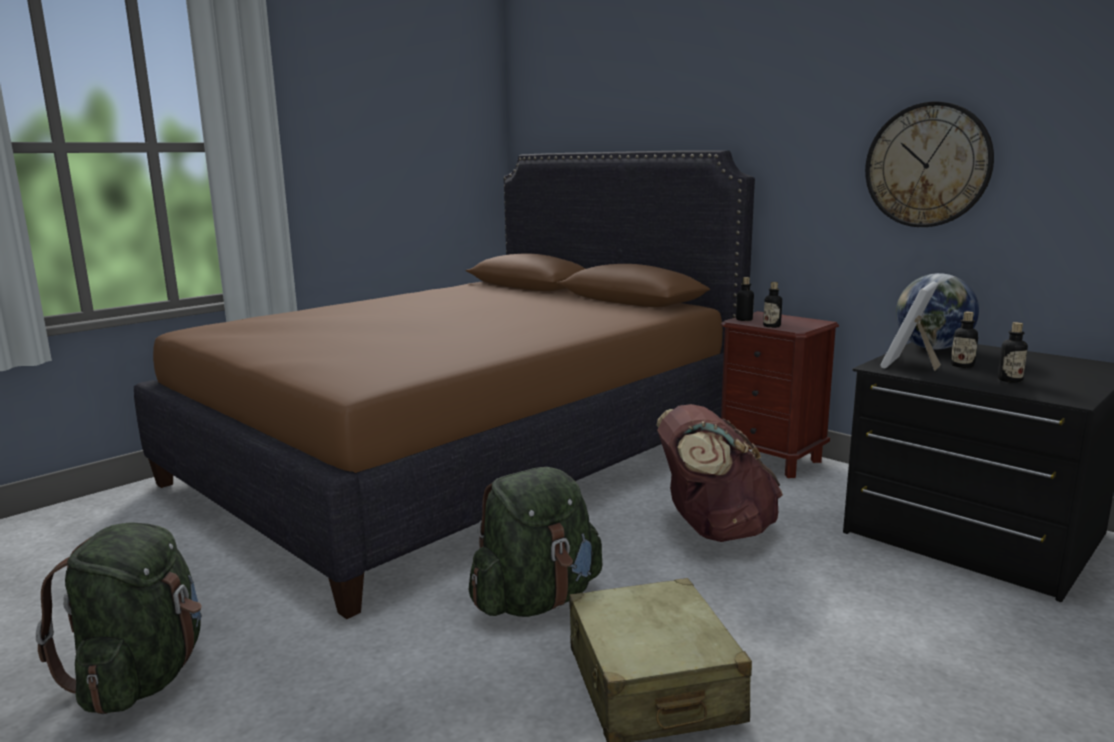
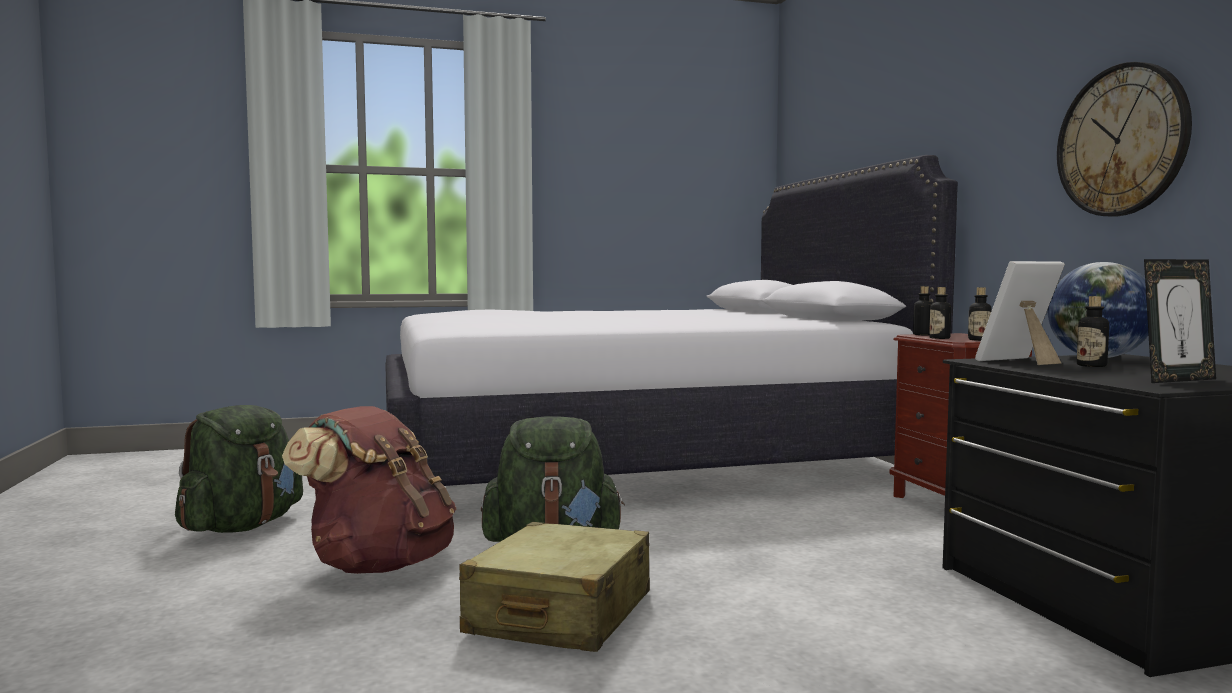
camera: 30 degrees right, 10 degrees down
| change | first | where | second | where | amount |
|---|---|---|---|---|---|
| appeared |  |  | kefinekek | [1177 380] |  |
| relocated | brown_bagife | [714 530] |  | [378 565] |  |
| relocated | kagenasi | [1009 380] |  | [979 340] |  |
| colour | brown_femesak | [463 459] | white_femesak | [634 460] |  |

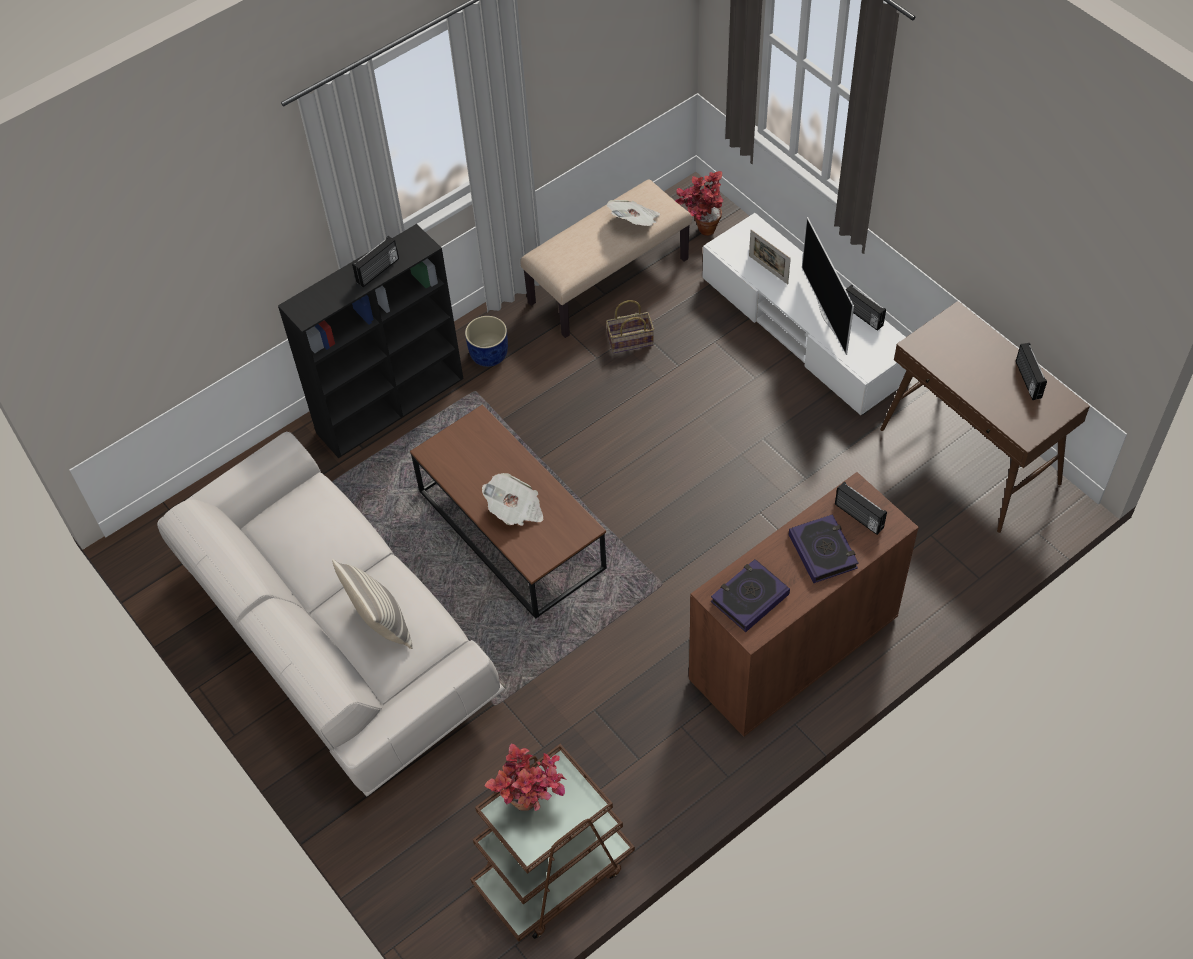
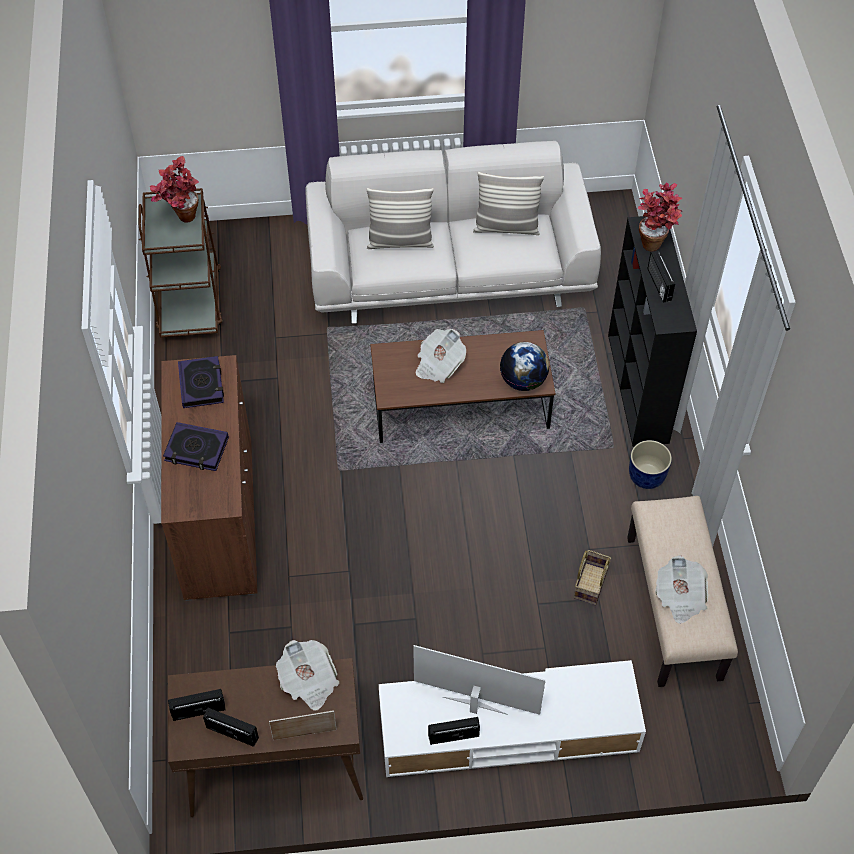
camera: 120 degrees right, 0 degrees up
| change | first | where | second | where | amount |
|---|---|---|---|---|---|
| appeared |  |  | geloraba | [309 682] |  |
| appeared |  |  | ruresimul | [506 227] |  |
| appeared |  |  | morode | [523 381] |  |
| relocated | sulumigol | [700 229] |  | [655 241] |  |
| relocated | kefinekek | [768 270] |  | [304 734] |  |
| relocated | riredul | [858 517] |  | [198 710] |  |

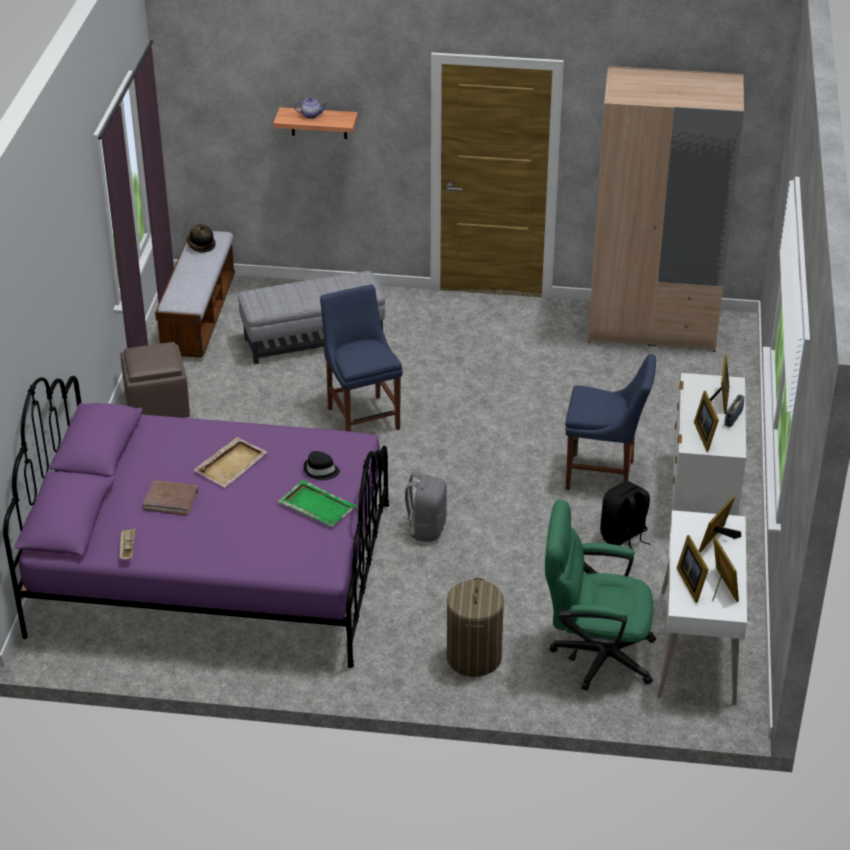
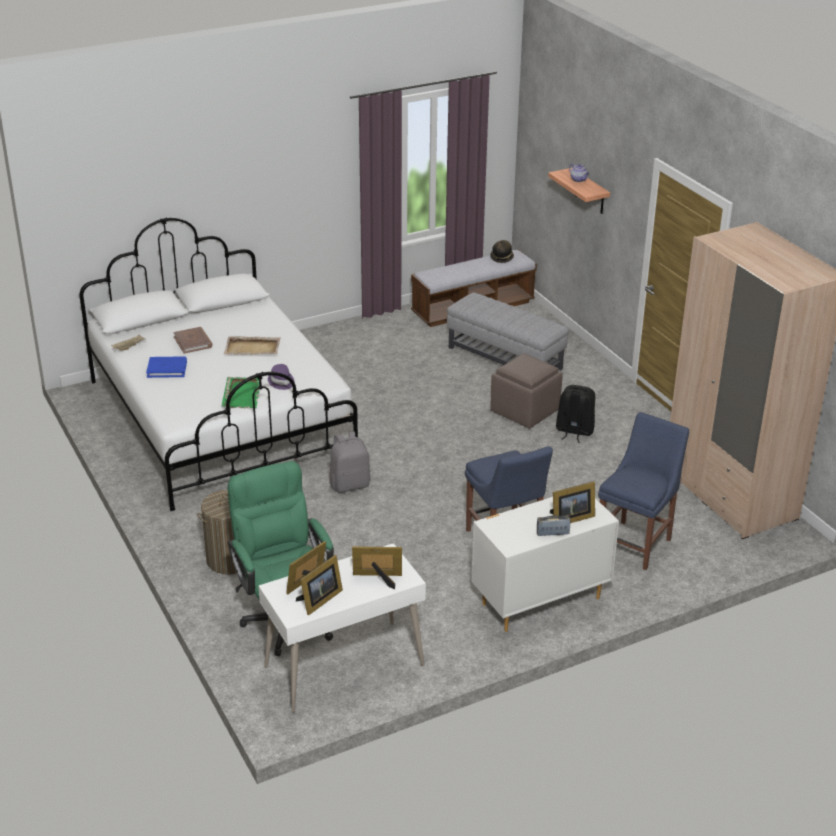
camera: 55 degrees right, 5 degrees down
| change | first | where | second | where | amount |
|---|---|---|---|---|---|
| missing | kefinekek | [706 435] |  |  |  |
| appeared |  |  | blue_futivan | [167 369] |  |
| relocated | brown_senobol | [157 406] |  | [524 411] |  |
| relocated | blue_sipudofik | [362 416] |  | [636 543] |  |
| relocated | black_bagife | [624 537] |  | [574 431] |  |
| colour | purple_femesak | [213 568] | white_femesak | [220 419] |  |
| colour | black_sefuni | [321 471] | purple_sefuni | [281 382] |  |

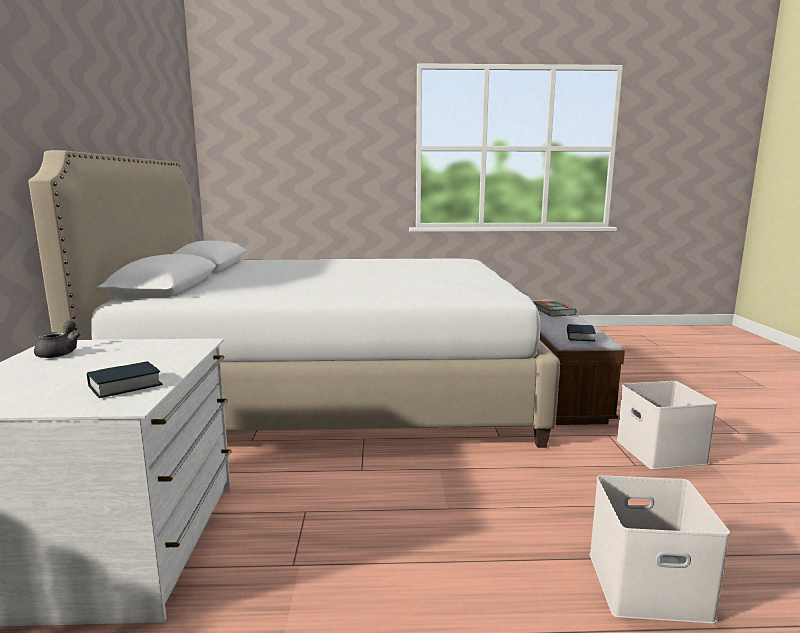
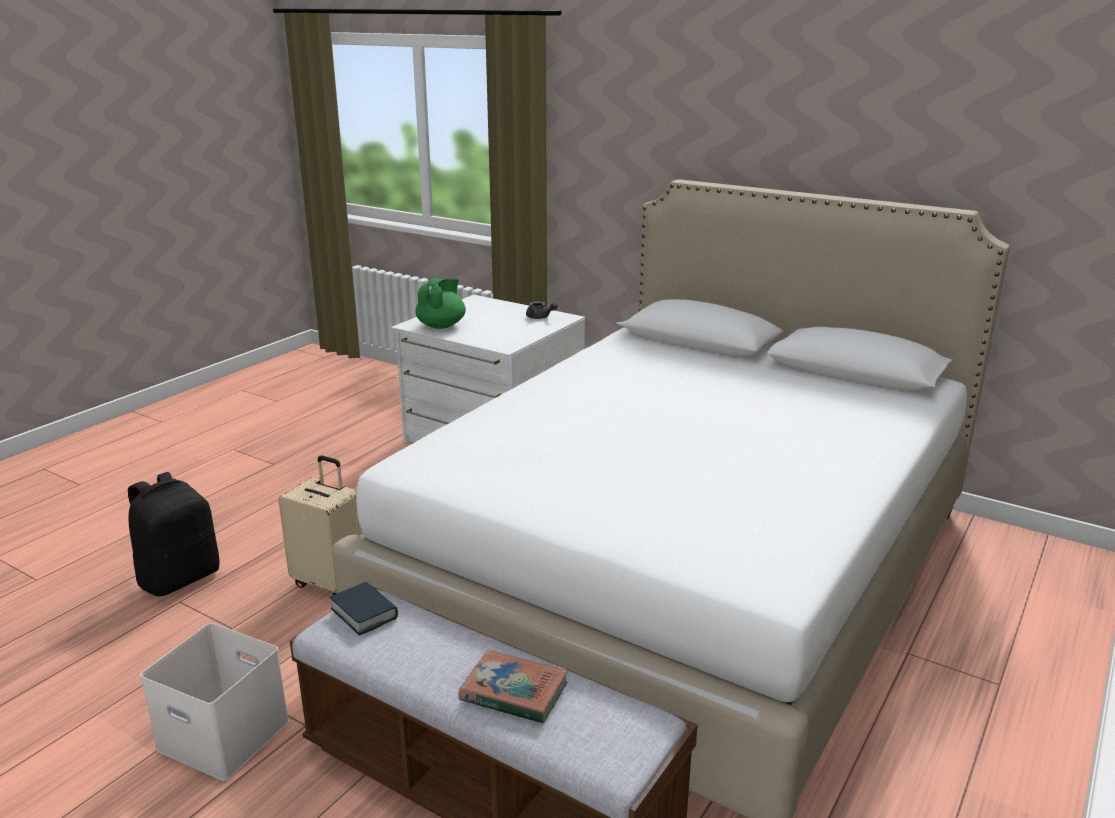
camera: 125 degrees right, 10 degrees up
| change | first | where | second | where | amount |
|---|---|---|---|---|---|
| appeared |  |  | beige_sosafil | [331 582] |  |
| exchanged | futivan | [125 386] | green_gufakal | [441 325] |  |
| exchanged | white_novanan | [646 586] | black_bagife | [180 578] |  |

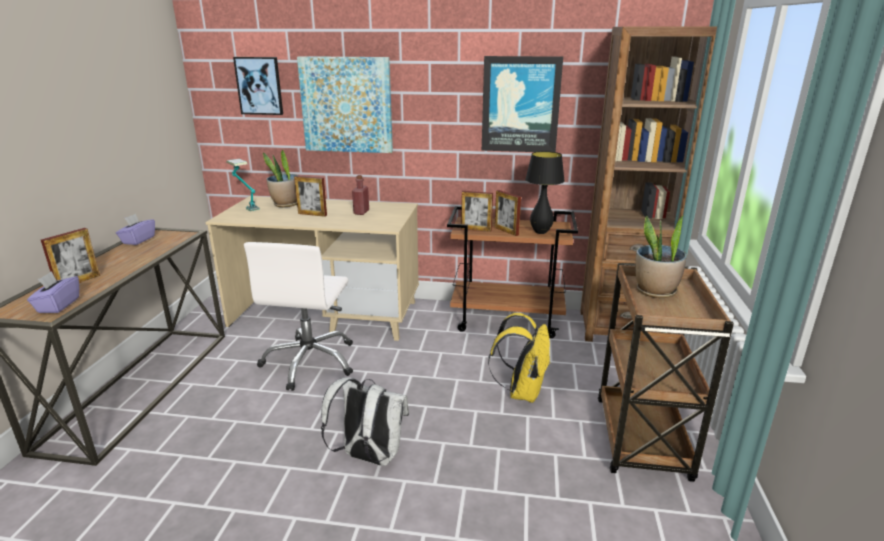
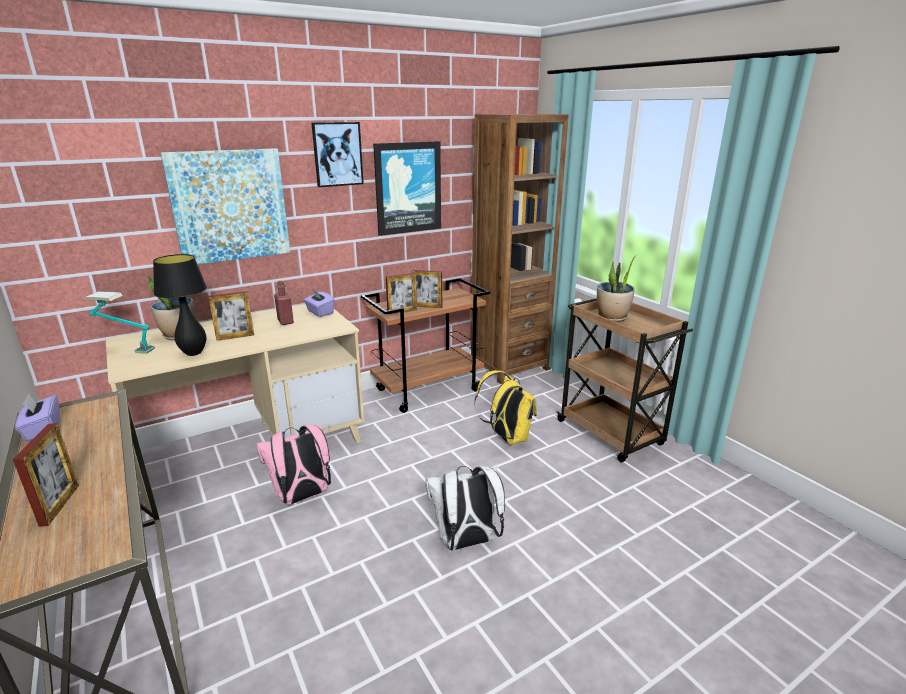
camera: 40 degrees left, 0 degrees up
| change | first | where | second | where | amount |
|---|---|---|---|---|---|
| relocated | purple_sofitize | [58 305] |  | [320 312] |  |
| relocated | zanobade | [259 86] |  | [337 154] |  |
| relocated | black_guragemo | [540 232] |  | [194 353] |  |
| exchanged | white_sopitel | [310 362] | pink_bagife | [302 497] |  |

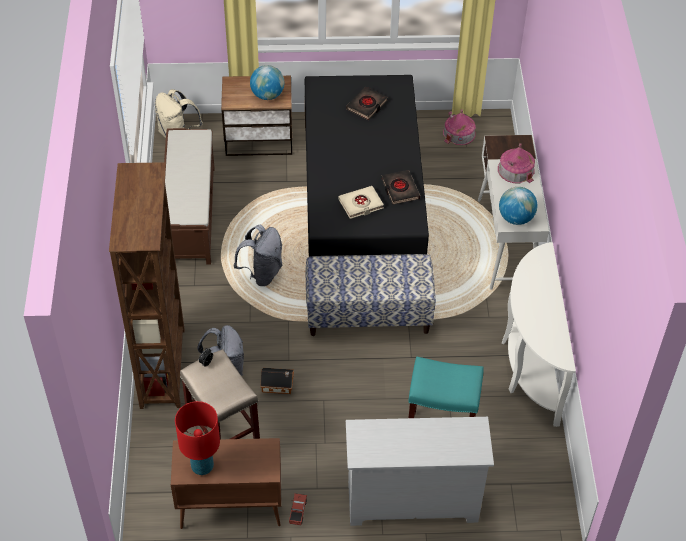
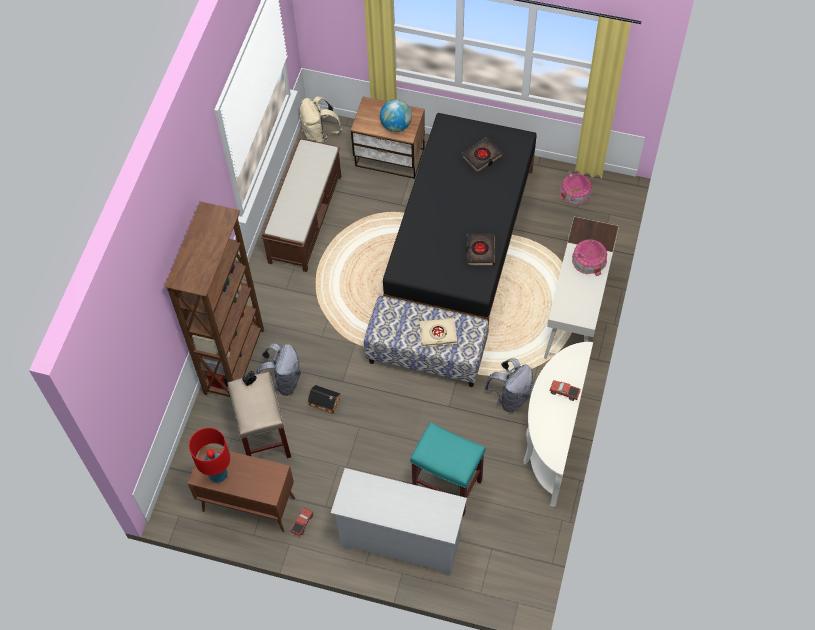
camera: 20 degrees right, 10 degrees up
| change | first | where | second | where | amount |
|---|---|---|---|---|---|
| missing | morode | [515 218] |  |  |  |
| appeared |  |  | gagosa | [564 392] |  |
| relocated | grey_bagife | [262 273] |  | [510 397] |  |
| relocated | beige_futivan | [361 204] |  | [438 334] |  |

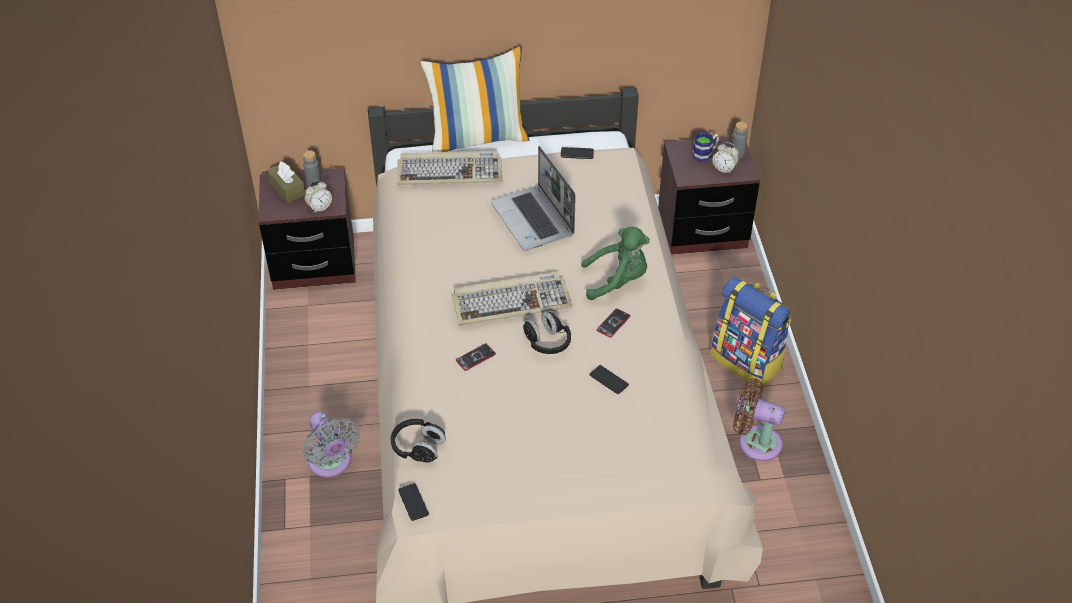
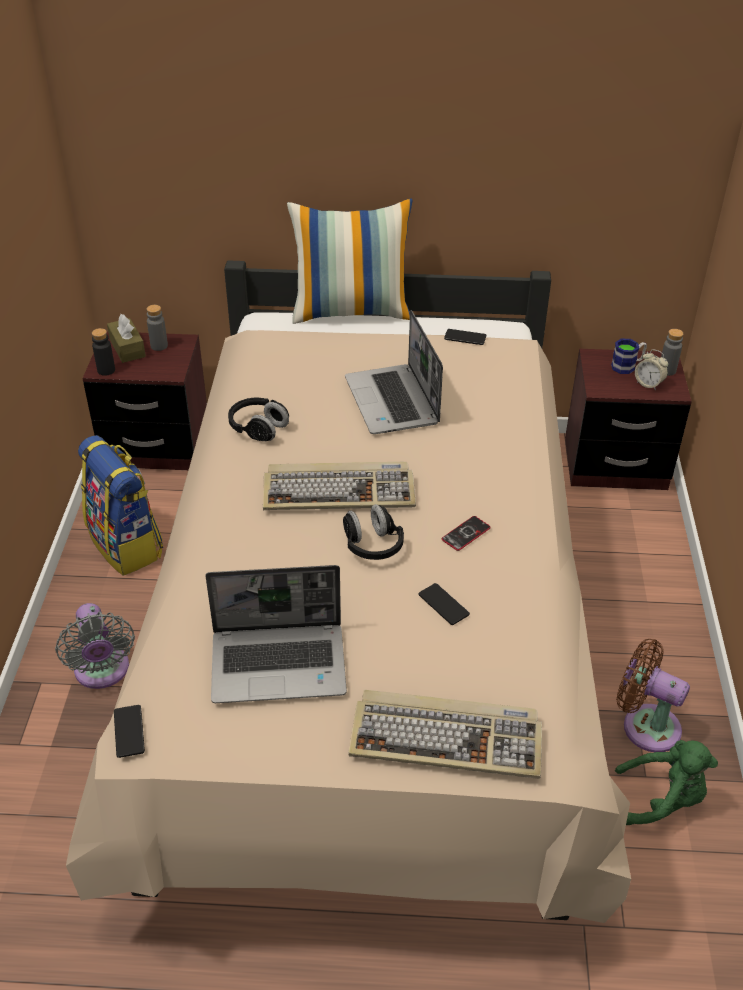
camera: 10 degrees right, 5 degrees down
| change | first | where | second | where | amount |
|---|---|---|---|---|---|
| missing | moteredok | [319 207] |  |  |  |
| missing | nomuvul | [475 357] |  |  |  |
| appeared |  |  | black_kagenasi | [106 370] |  |
| appeared |  |  | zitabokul | [280 663] |  |
| relocated | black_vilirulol | [418 448] |  | [258 429] |  |
| relocated | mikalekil | [450 171] |  | [447 737] |  |
| relocated | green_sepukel | [617 281] |  | [662 800] |  |
| relocated | bagife | [747 361] |  | [127 545] |  |

